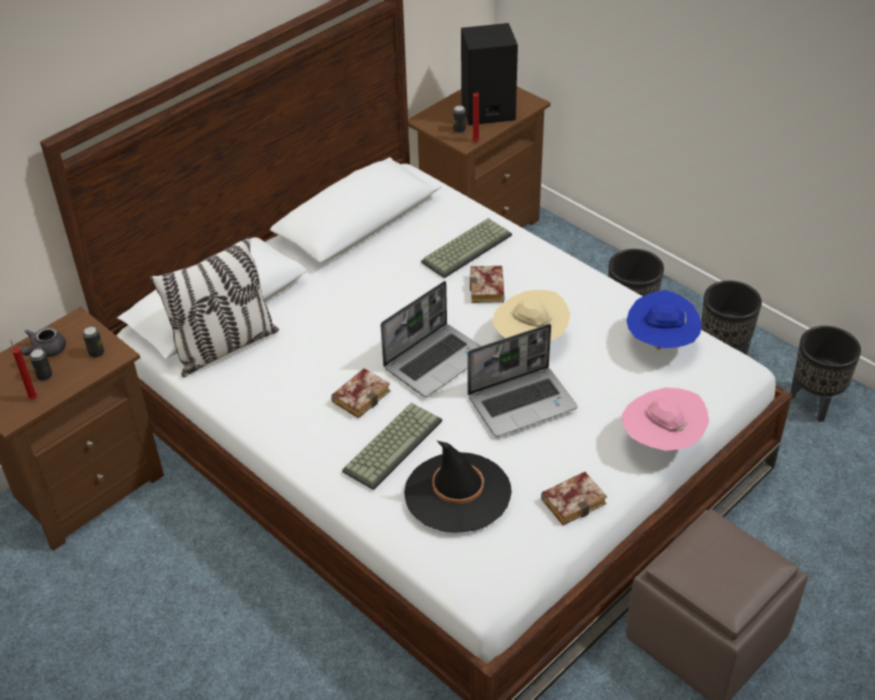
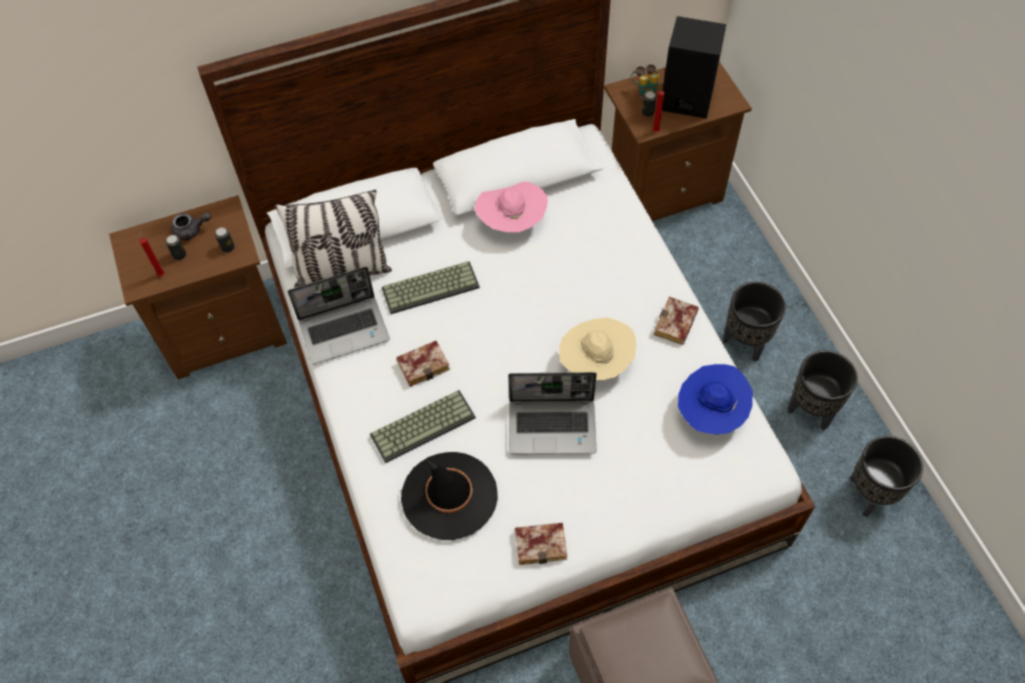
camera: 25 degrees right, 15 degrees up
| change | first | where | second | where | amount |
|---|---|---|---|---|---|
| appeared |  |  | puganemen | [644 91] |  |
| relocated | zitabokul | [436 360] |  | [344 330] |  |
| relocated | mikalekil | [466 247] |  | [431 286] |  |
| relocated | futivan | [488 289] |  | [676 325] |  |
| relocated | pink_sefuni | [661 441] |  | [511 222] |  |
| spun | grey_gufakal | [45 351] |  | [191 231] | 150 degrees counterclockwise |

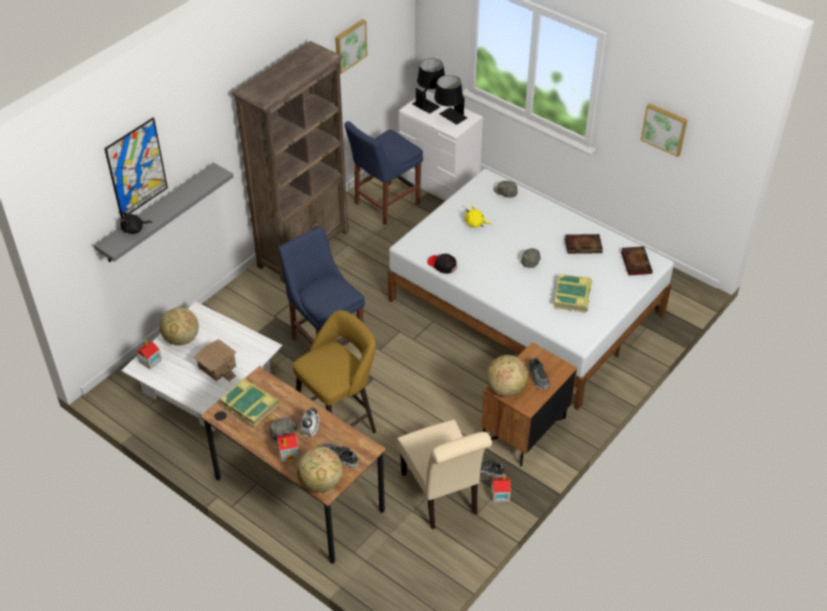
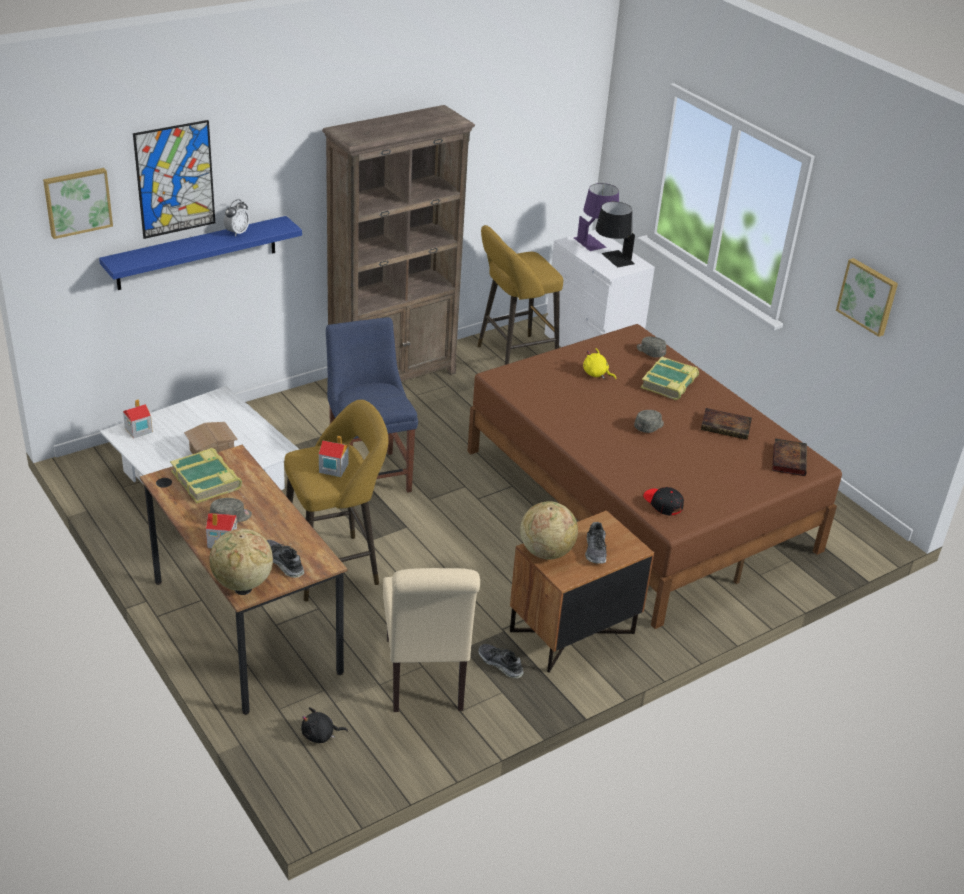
camera: 15 degrees right, 10 degrees down
| change | first | where | second | where | amount |
|---|---|---|---|---|---|
| missing | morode | [181 339] |  |  |  |
| relocated | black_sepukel | [134 229] |  | [320 735] |  |
| relocated | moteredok | [310 431] |  | [237 233] |  |
| relocated | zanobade | [349 45] |  | [77 201] |  |
| relocated | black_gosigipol | [442 265] |  | [662 503] |  |
| relocated | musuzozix | [500 495] |  | [333 468] |  |
| relocated | futivan | [572 296] |  | [669 383] |  |
| exchanged | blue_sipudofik | [384 204] | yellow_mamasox | [513 356] |  |
| colour | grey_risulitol | [158 213] | blue_risulitol | [197 253] |  |
| colour | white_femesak | [525 307] | brown_femesak | [638 499] |  |
| colour | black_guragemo | [429 102] | purple_guragemo | [595 241] |  |

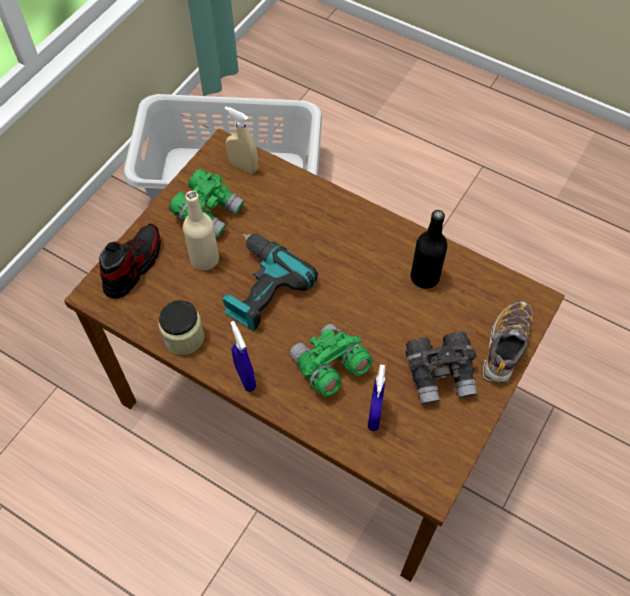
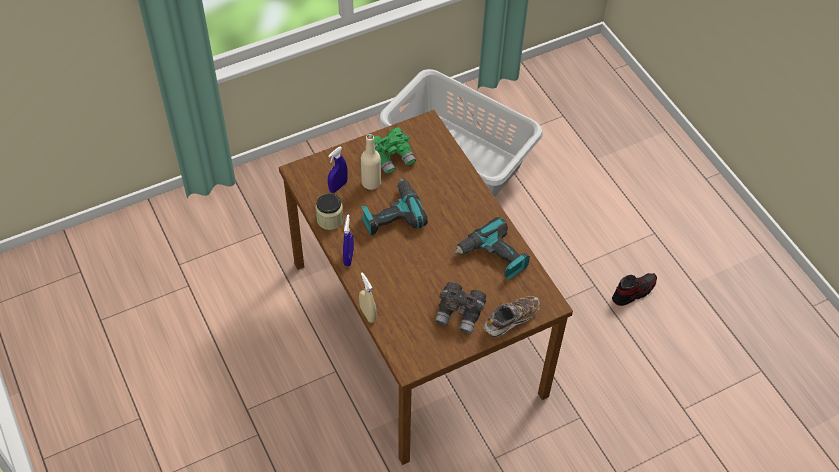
camera: 30 degrees right, 5 degrees down
| change | first | where | second | where | amount |
|---|---|---|---|---|---|
| missing | green_puganemen | [329 367] |  |  |  |
| relocated | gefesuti | [133 266] |  | [633 292] |  |
| relocated | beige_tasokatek | [243 166] |  | [368 314] |  |
| relocated | blue_tasokatek | [374 415] |  | [338 186] |  |
| exchanged | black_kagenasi | [424 277] | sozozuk | [493 257] |  |

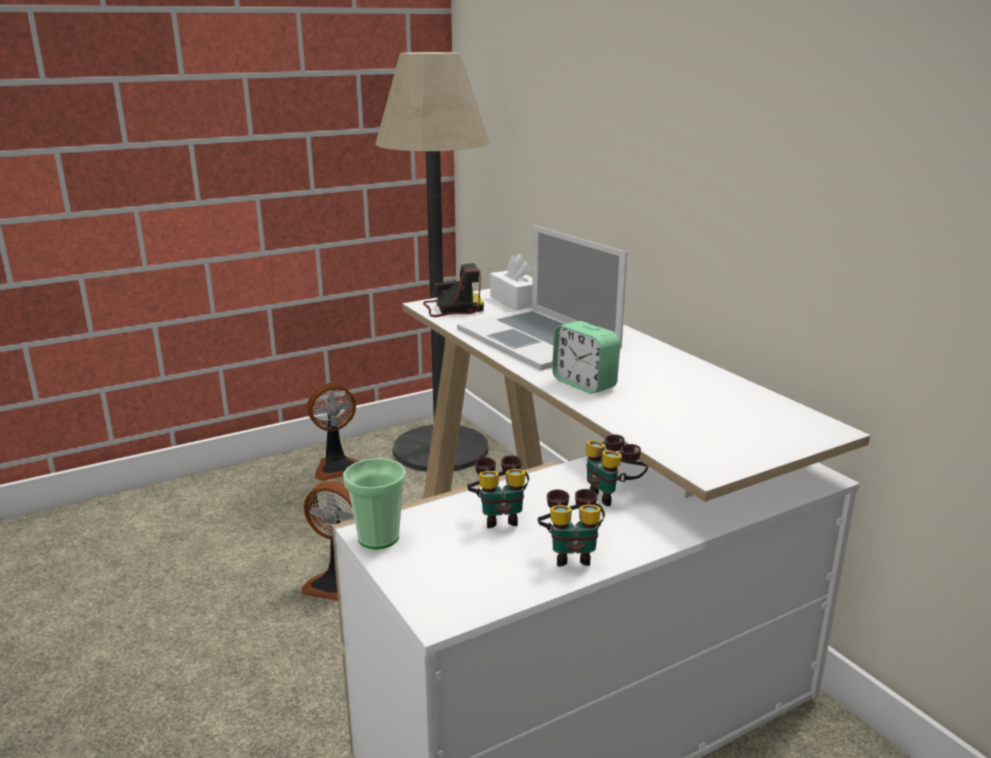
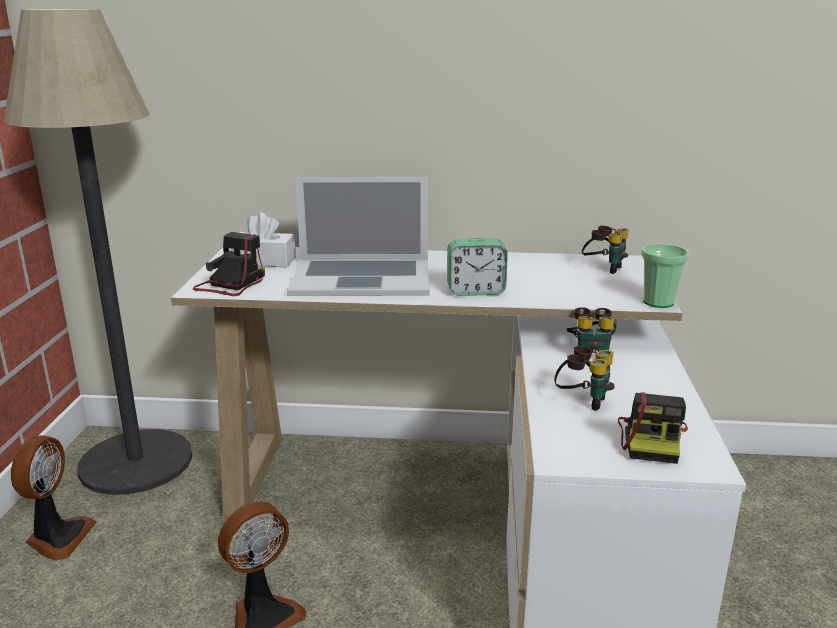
camera: 55 degrees left, 0 degrees up
| change | first | where | second | where | amount |
|---|---|---|---|---|---|
| appeared |  |  | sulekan | [652 439] |  |
| relocated | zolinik | [378 538] |  | [658 302] |  |
| relocated | puganemen | [571 553] |  | [603 268] |  |

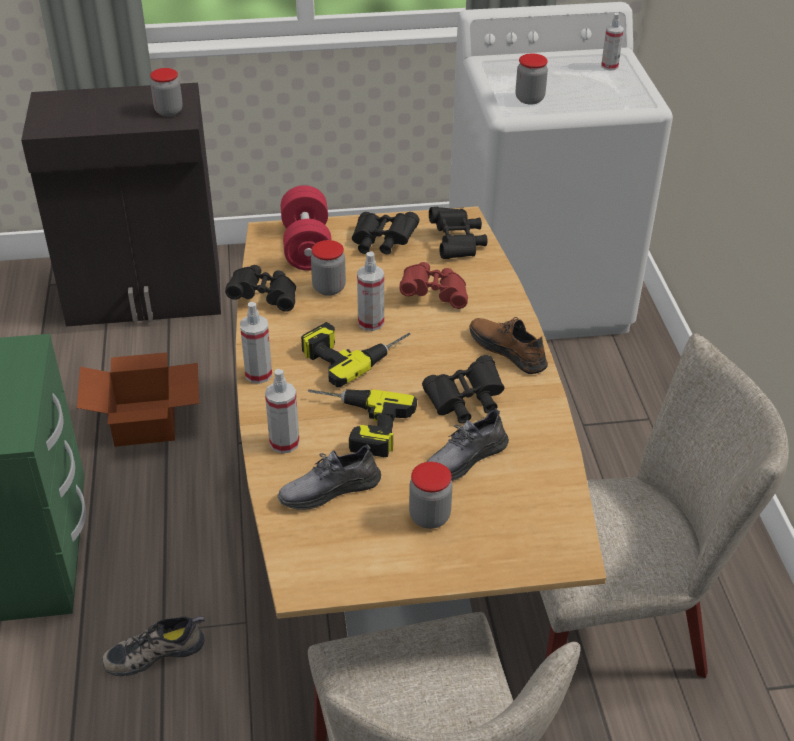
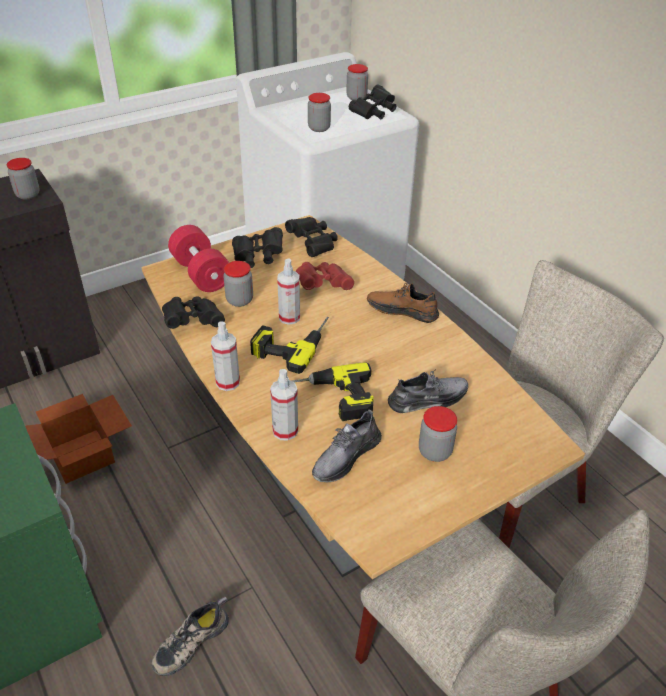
camera: 25 degrees left, 0 degrees up
| change | first | where | second | where | amount |
|---|---|---|---|---|---|
| relocated | black_puganemen | [465 402] |  | [374 112] |  |
| exchanged | tasokatek | [609 66] | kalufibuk | [356 97] |  |
| spun | grey_gefesuti | [464 459] |  | [428 399] | 135 degrees counterclockwise |

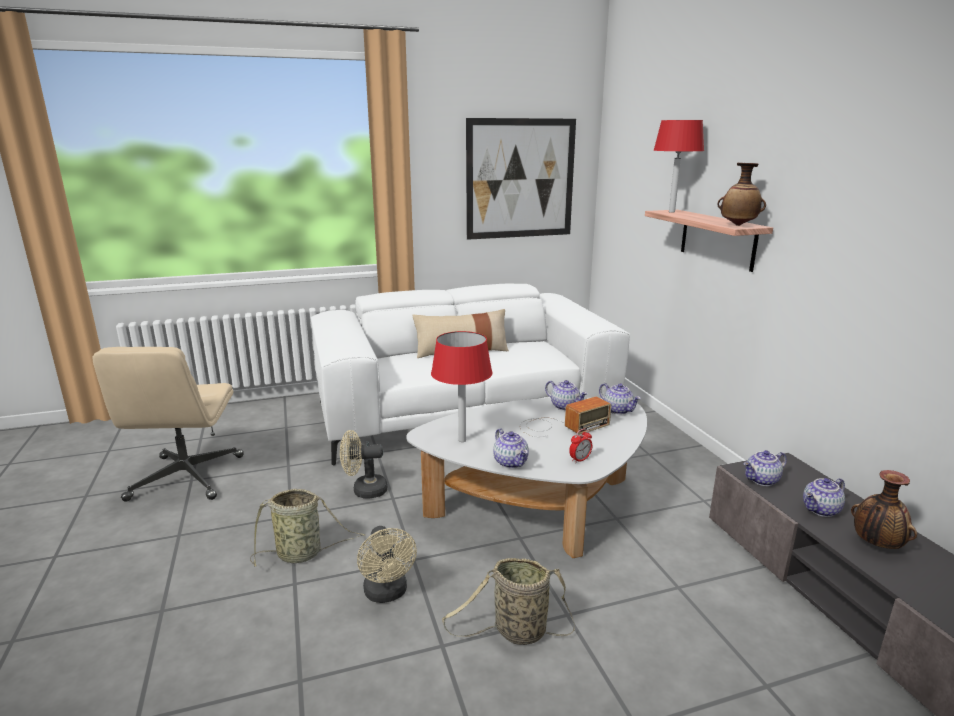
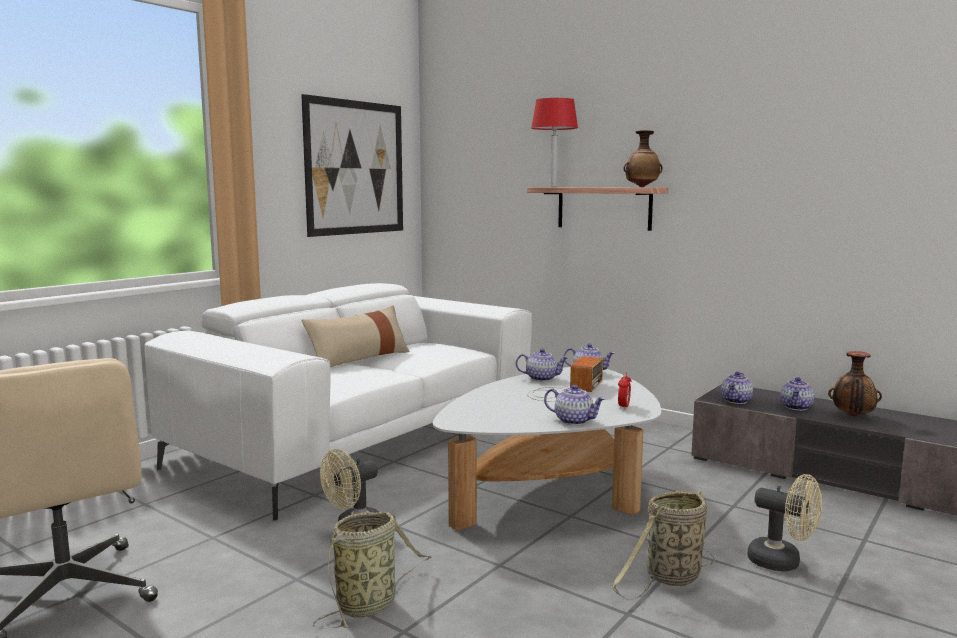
camera: 35 degrees left, 10 degrees down
| change | first | where | second | where | amount |
|---|---|---|---|---|---|
| missing | red_guragemo | [462 440] |  |  |  |
| relocated | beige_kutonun | [387 593] |  | [782 562] |  |

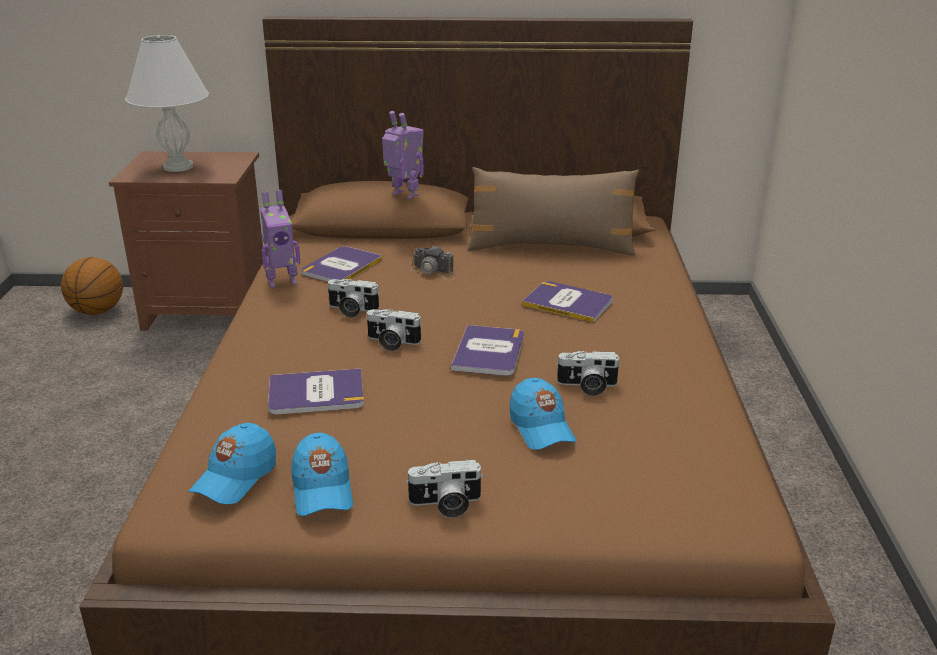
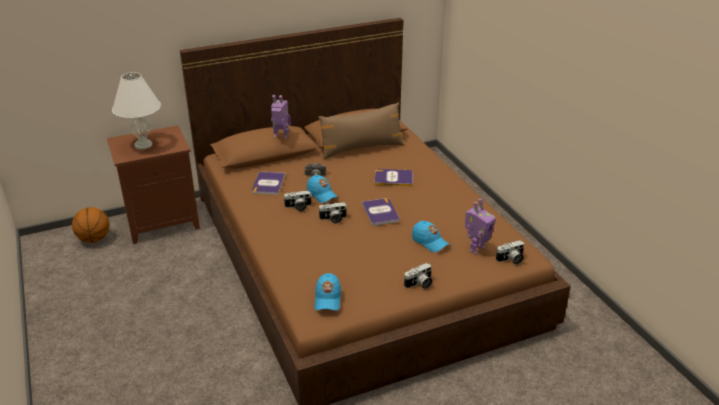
camera: 25 degrees left, 5 degrees up
| change | first | where | second | where | amount |
|---|---|---|---|---|---|
| missing | futivan | [316 393] |  |  |  |
| relocated | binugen | [282 282] |  | [476 249] |  |
| relocated | blue_gosigipol | [322 490] |  | [322 194] |  |
| relocated | sulekan | [587 387] |  | [511 260] |  |

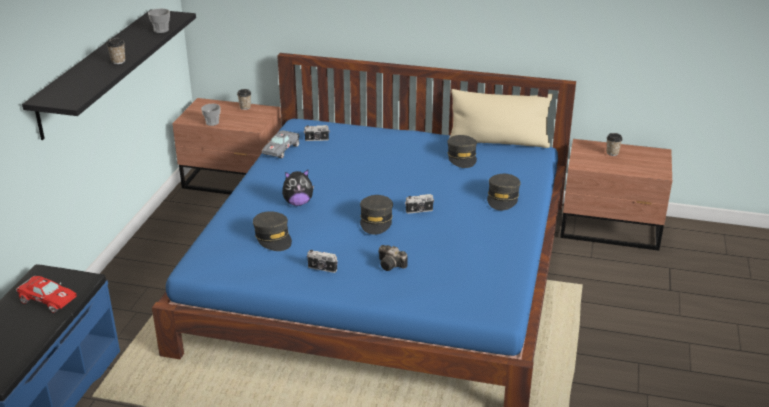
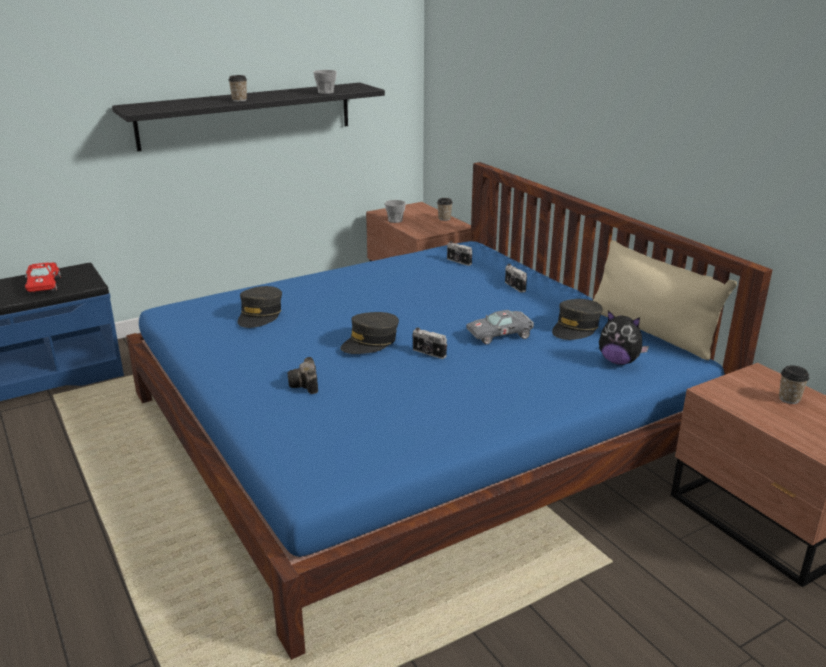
camera: 45 degrees right, 5 degrees down
| change | first | where | second | where | amount |
|---|---|---|---|---|---|
| missing | grey_gosigipol | [502 198] |  |  |  |
| relocated | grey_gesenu | [281 149] |  | [501 334] |  |
| relocated | sepukel | [298 203] |  | [619 361] |  |
| relocated | sulekan | [322 269] |  | [514 287] |  |

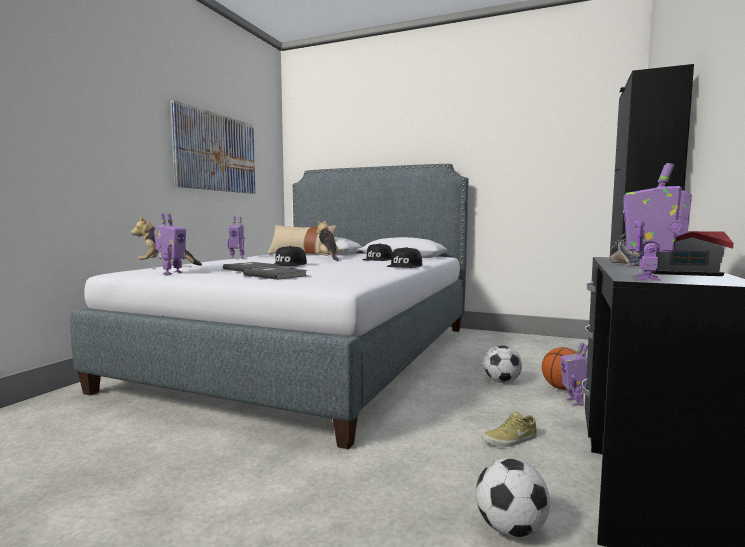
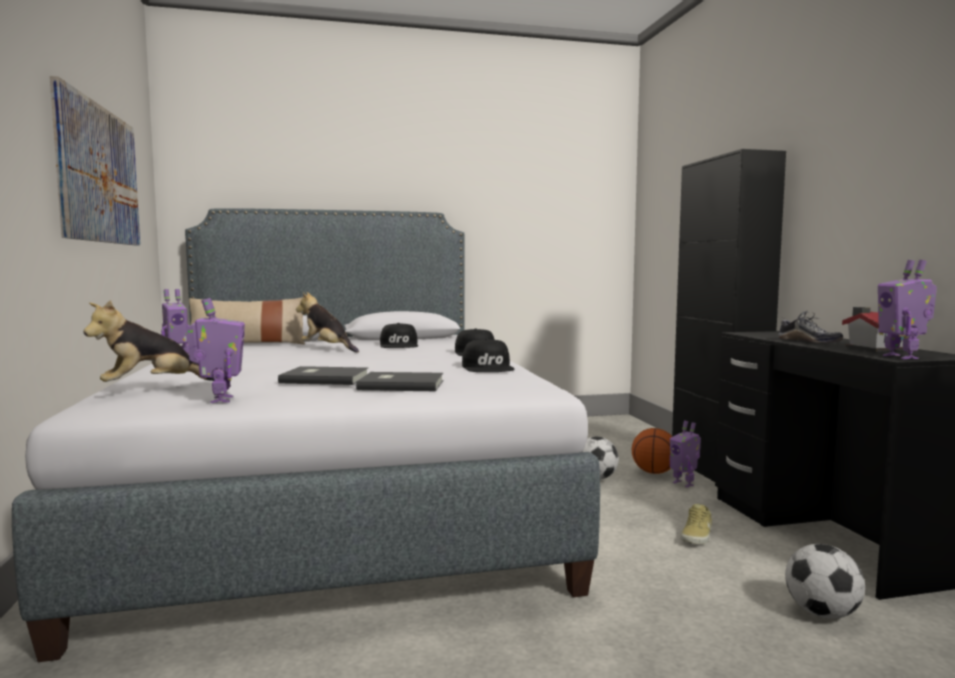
camera: 35 degrees left, 0 degrees up
| change | first | where | second | where | amount |
|---|---|---|---|---|---|
| relocated | black_gosigipol | [288 264] |  | [488 367] |  |

